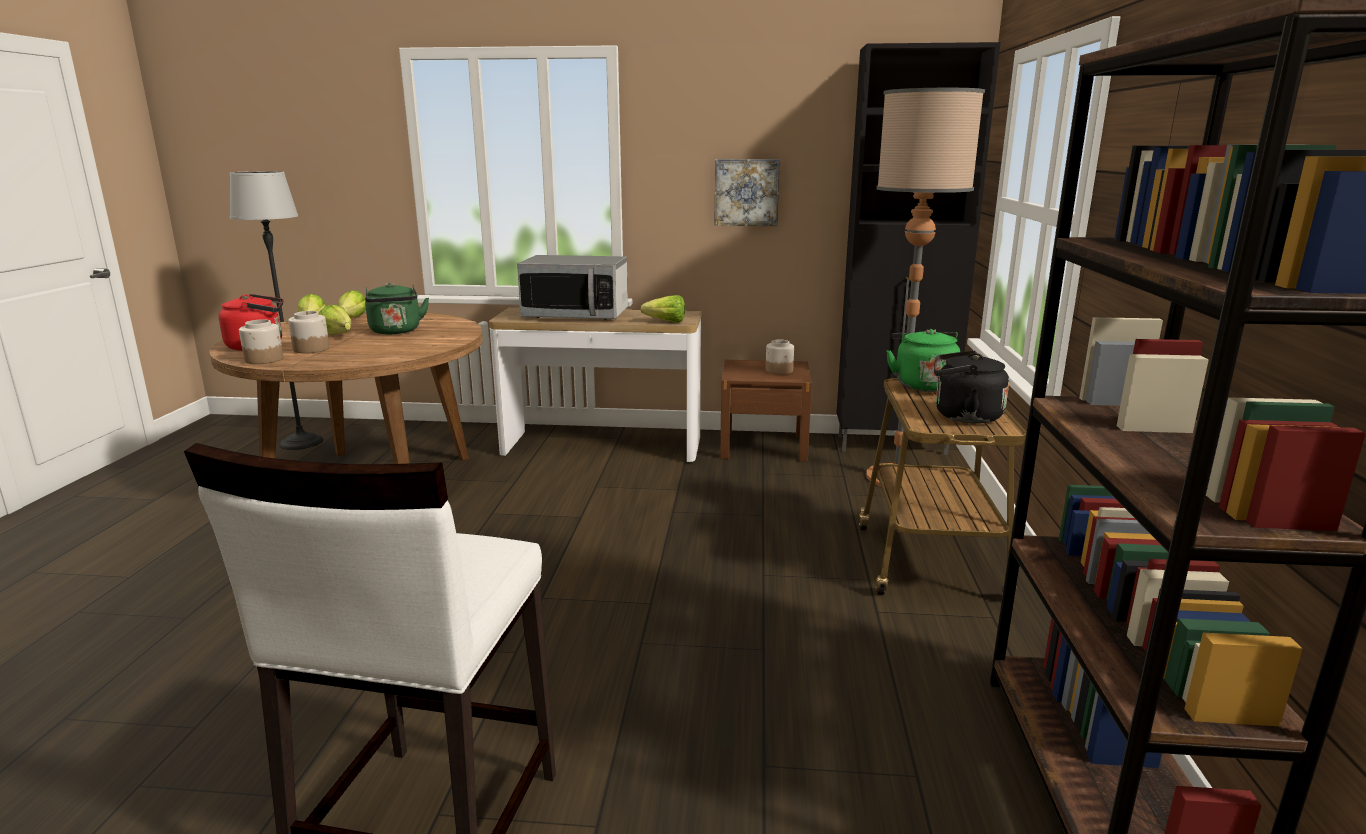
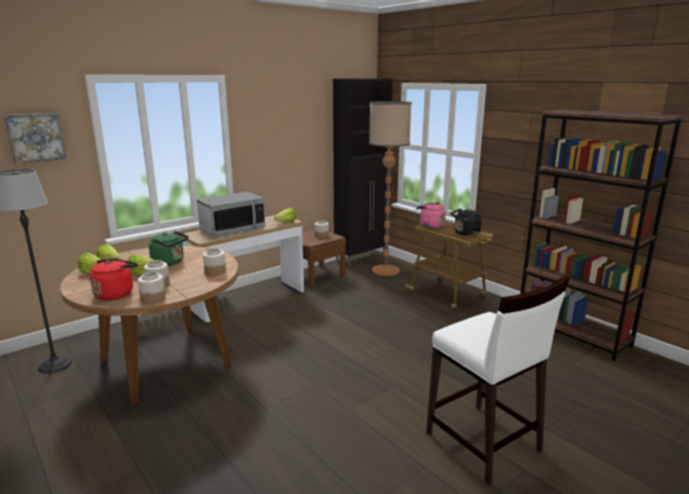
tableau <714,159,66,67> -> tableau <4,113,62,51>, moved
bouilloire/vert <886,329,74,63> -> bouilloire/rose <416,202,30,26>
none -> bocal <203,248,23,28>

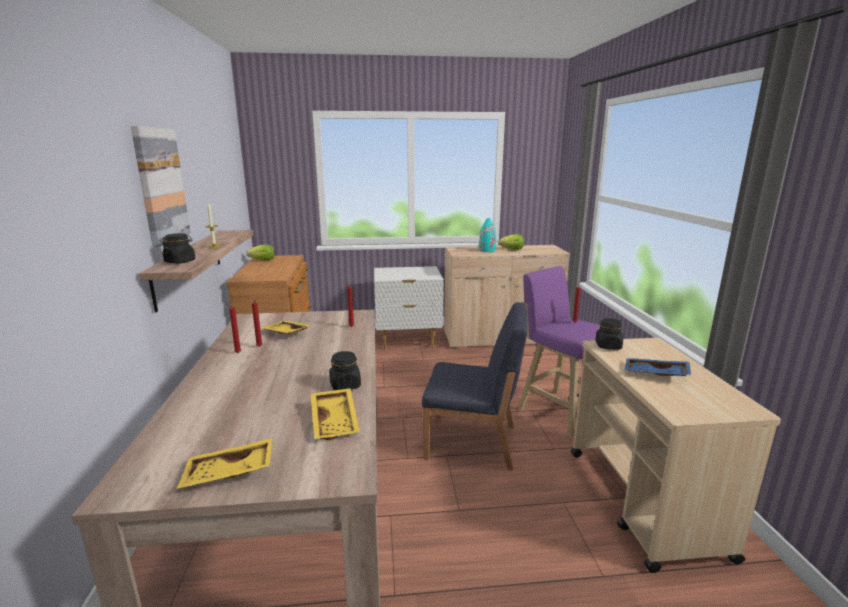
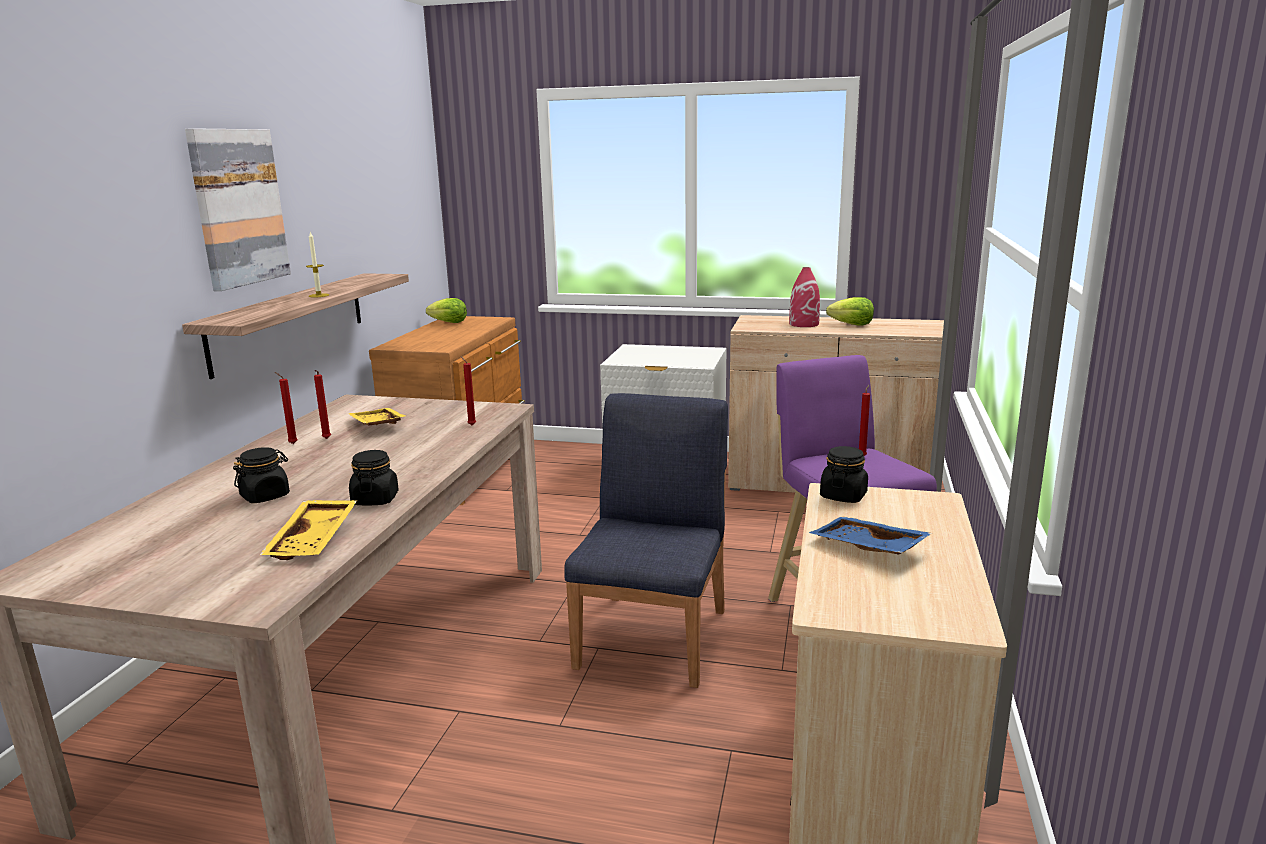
bocal/noir <162,233,33,31> -> bocal/noir <233,447,57,56>, moved
plateau/jaune <176,438,97,51> -> none
chaise/bleu <422,302,105,168> -> chaise/bleu <564,393,164,295>, 105 degrees counterclockwise
vase/turquoise <479,218,17,34> -> vase/rouge <789,267,31,60>

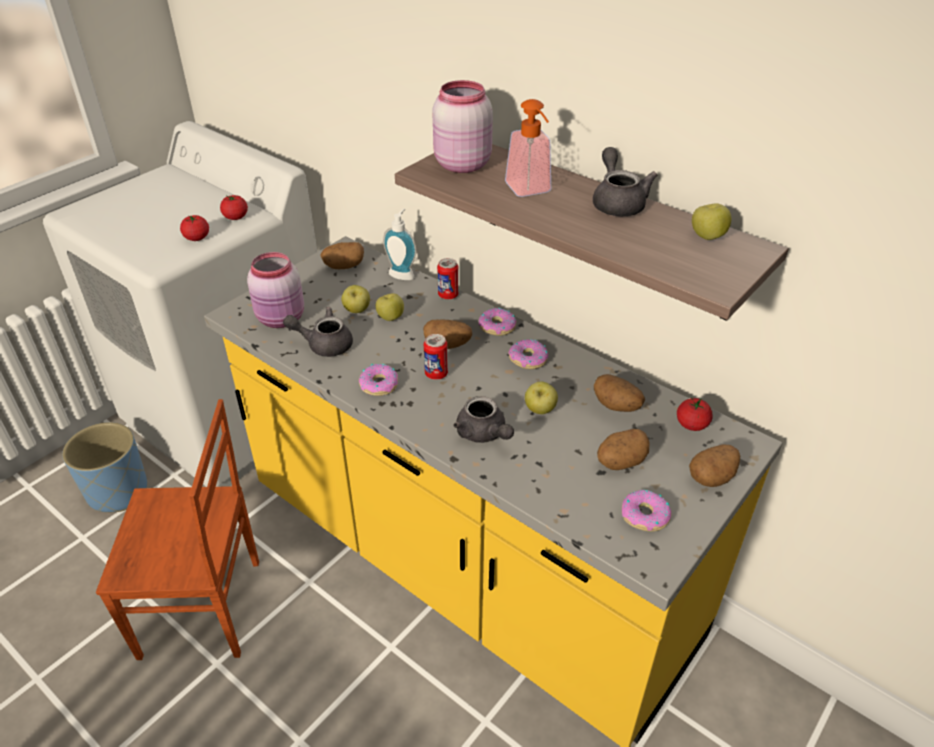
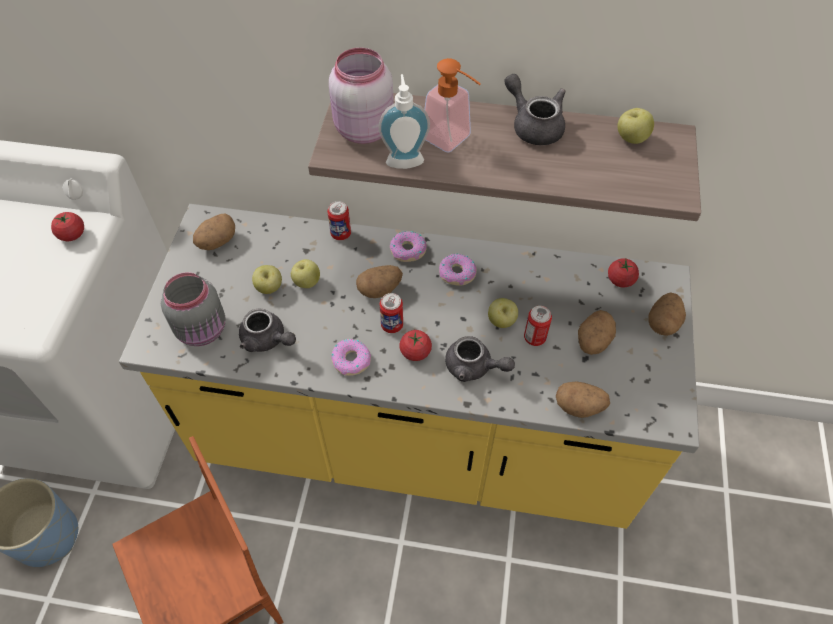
tomate <180,215,29,26> -> tomate <400,330,32,31>, moved
bocal/rose <247,252,57,76> -> bocal/gris <161,272,64,74>
théière/gris <283,307,70,50> -> théière/gris <239,308,57,44>, 120 degrees counterclockwise
distributeur de savon <383,209,33,71> -> distributeur de savon <379,74,51,95>, moved
pomme de terre <594,374,51,38> -> pomme de terre <556,381,54,37>, moved
beignet <622,490,50,42> -> none
none -> boîte métallique <524,306,28,40>

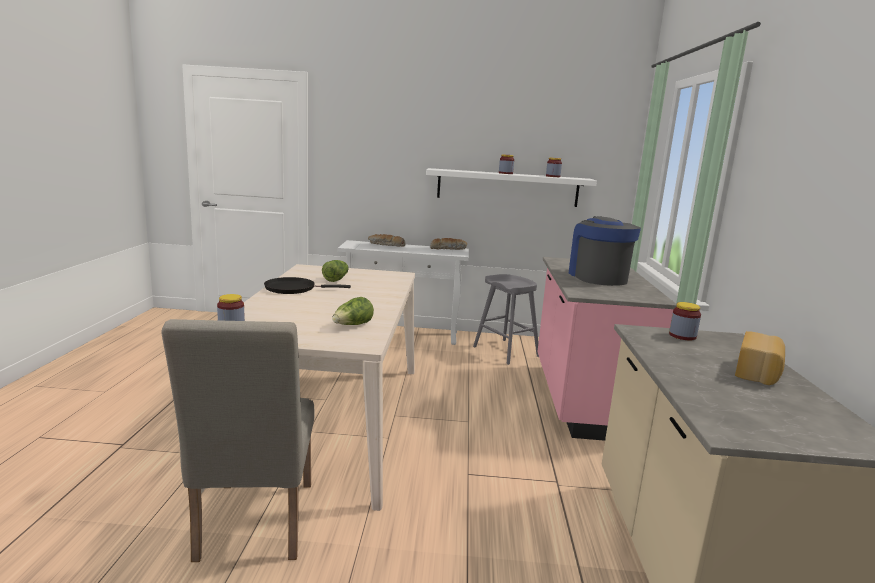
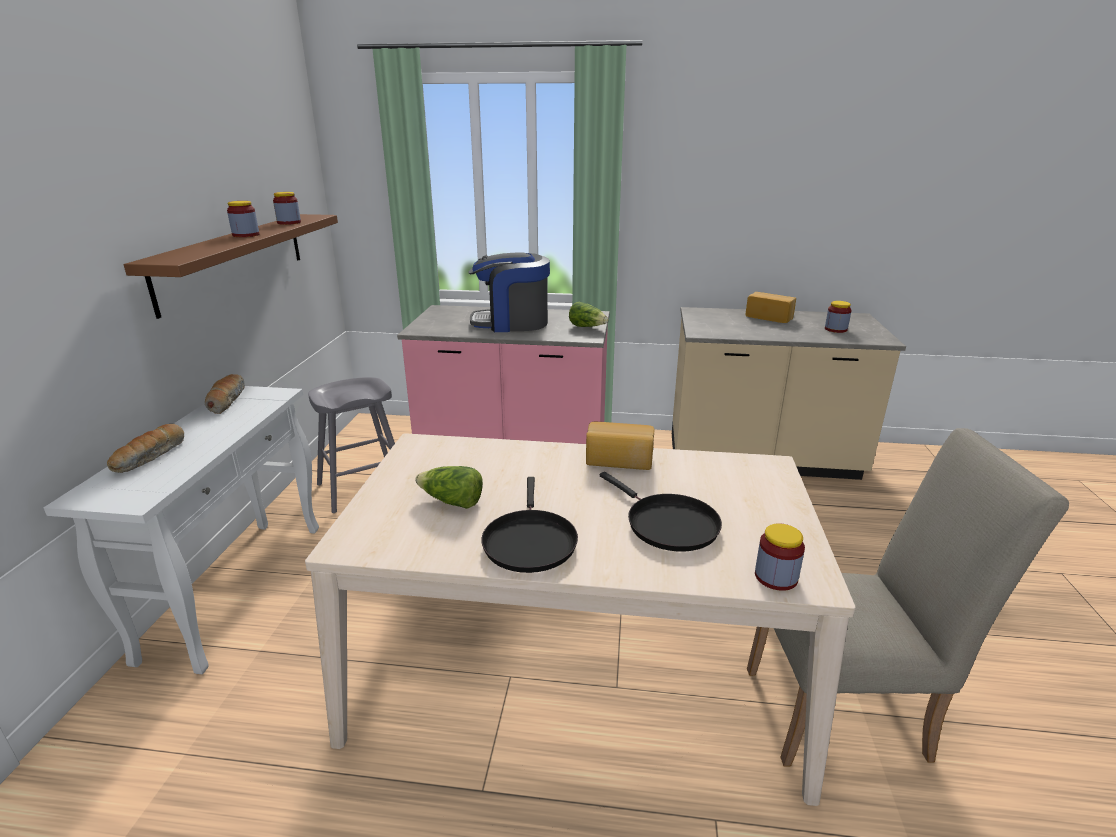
laitue <332,297,42,28> -> laitue <569,302,39,25>, moved
étagère/blanc <426,168,171,39> -> étagère/marron <124,214,214,105>
bocal <669,302,32,38> -> bocal <825,301,27,32>, moved
none -> pain <586,422,68,48>
none -> poêle/noir <600,472,122,80>

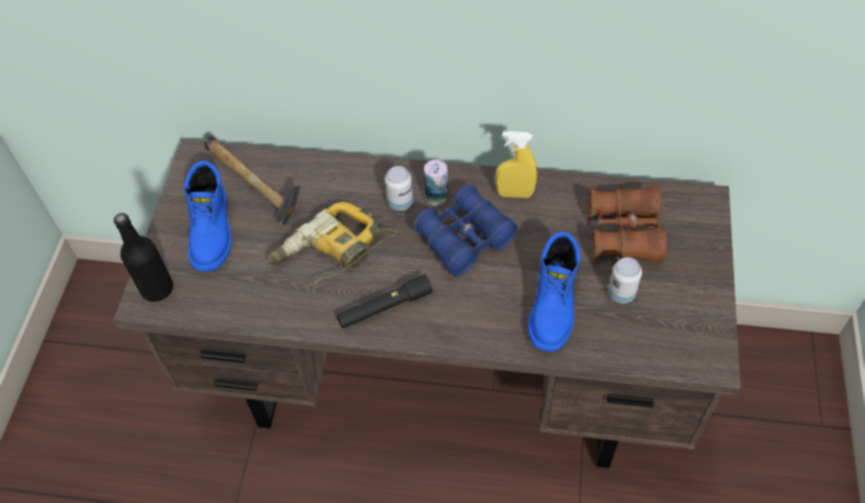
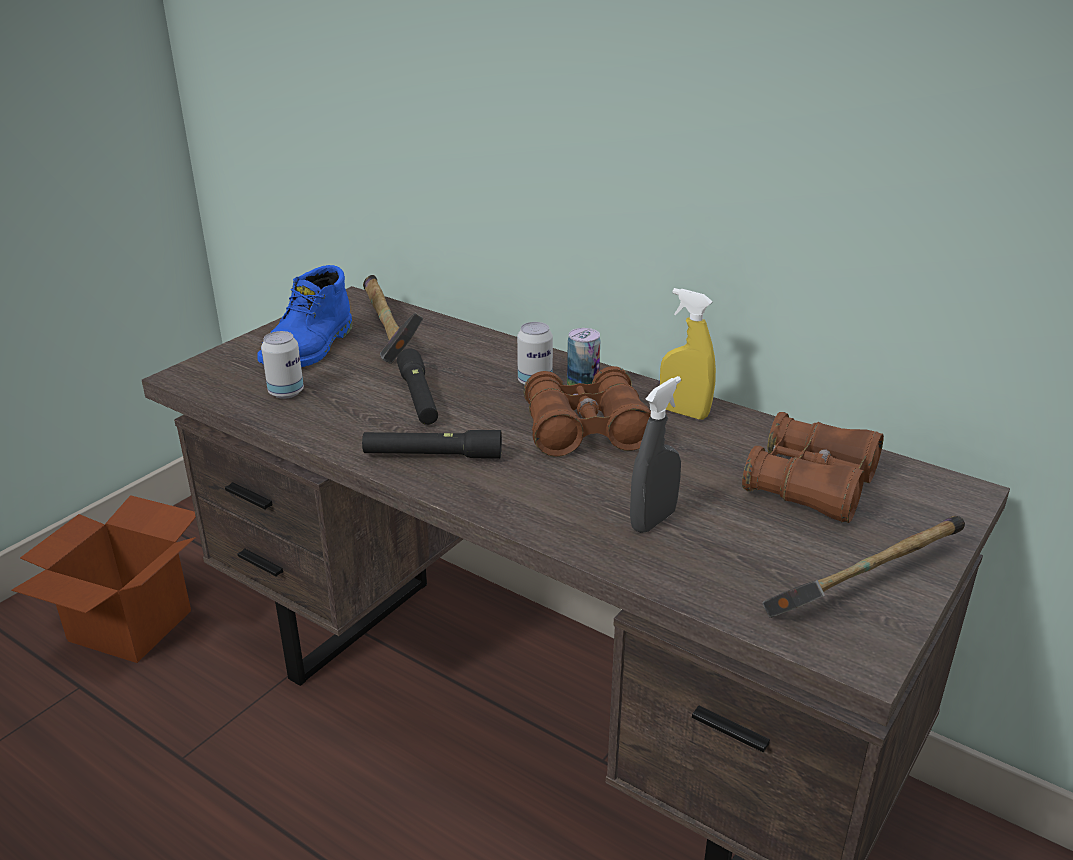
bouteille/noir <114,213,59,89> -> none
perceuse <268,202,132,81> -> lampe de poche/noir <397,349,41,76>
jumelles/bleu <412,184,107,93> -> jumelles/marron <523,366,128,91>
botte/bleu <528,232,53,120> -> vaporisateur/gris <630,376,51,157>
boîte métallique <608,257,34,46> -> boîte métallique <261,331,43,68>, moved
none -> carton <11,495,185,168>
none -> marteau <762,516,203,102>

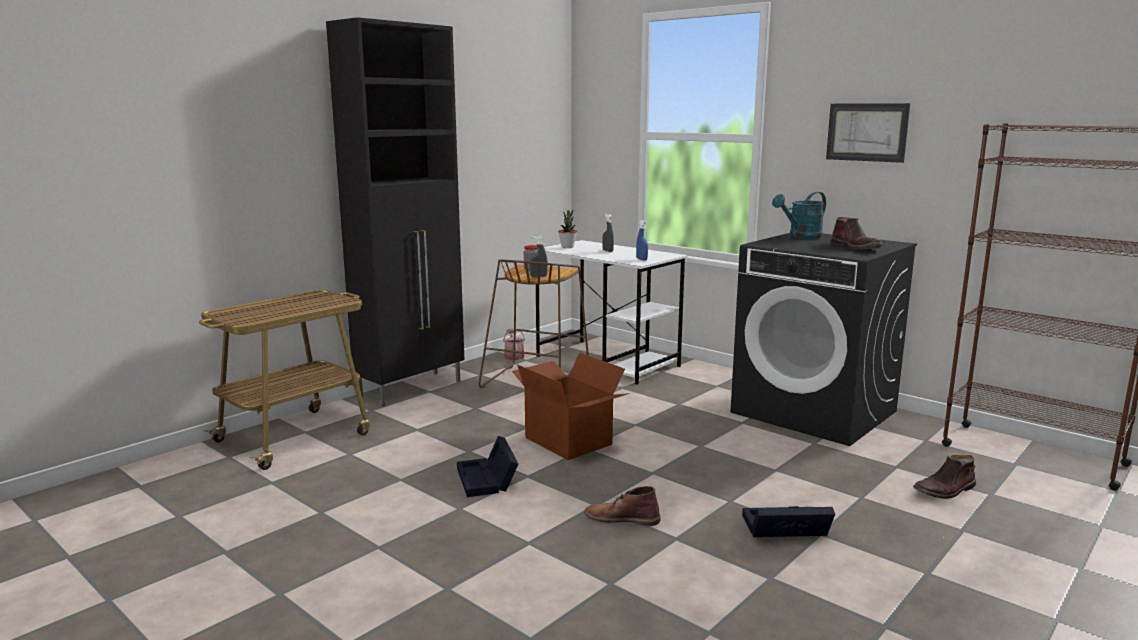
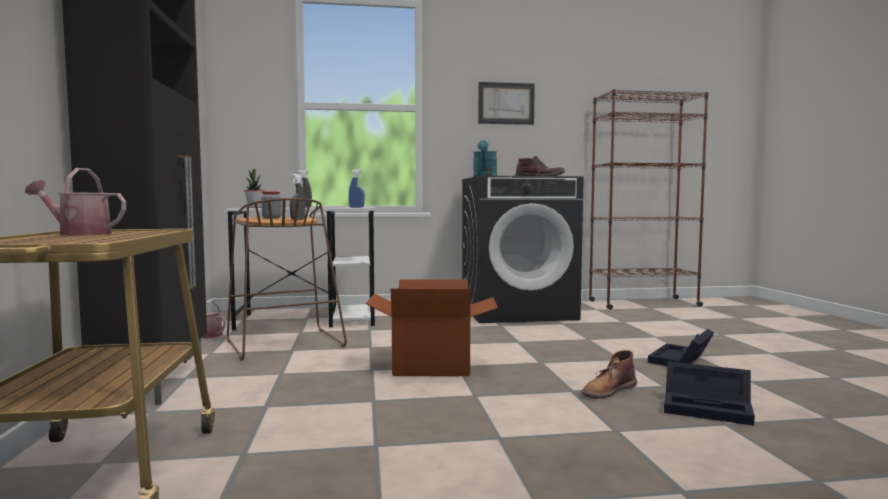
boîte de rangement/noir <457,436,61,61> -> boîte de rangement/noir <664,361,91,65>, moved
botte/marron <913,455,63,44> -> none
none -> arrosoir <25,168,101,68>

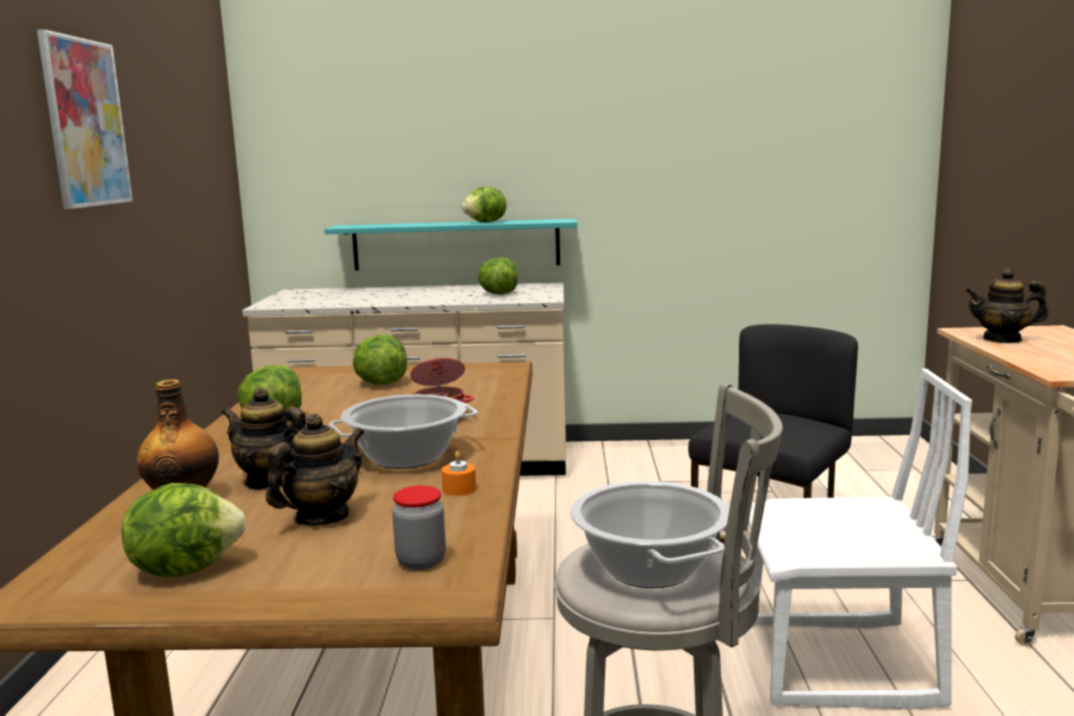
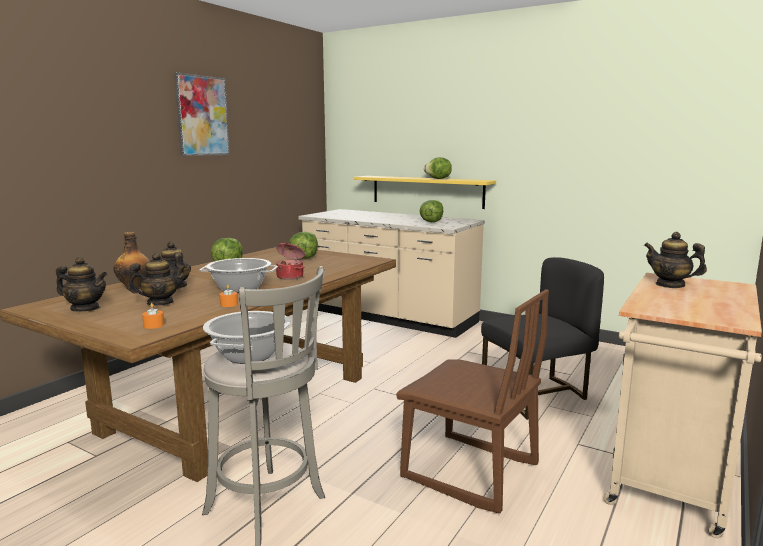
laitue <122,483,124,95> -> théière <56,257,52,54>
étagère/turquoise <324,219,253,52> -> étagère/jaune <354,176,142,33>
bocal <392,485,54,85> -> bougie/orange <142,303,22,26>
chaise/blanc <749,368,223,341> -> chaise/marron <396,289,153,224>

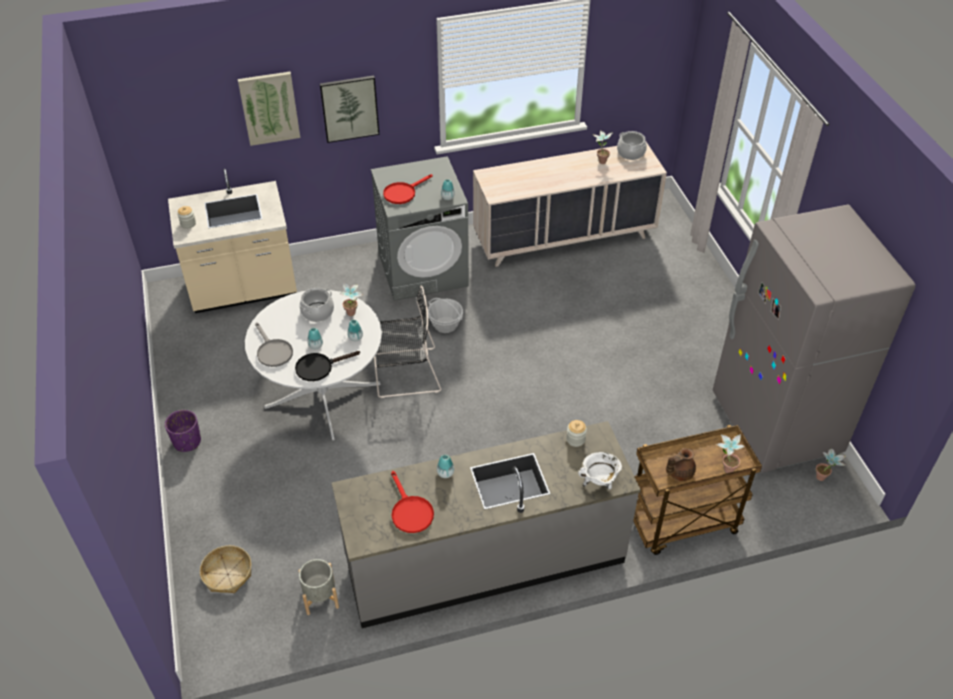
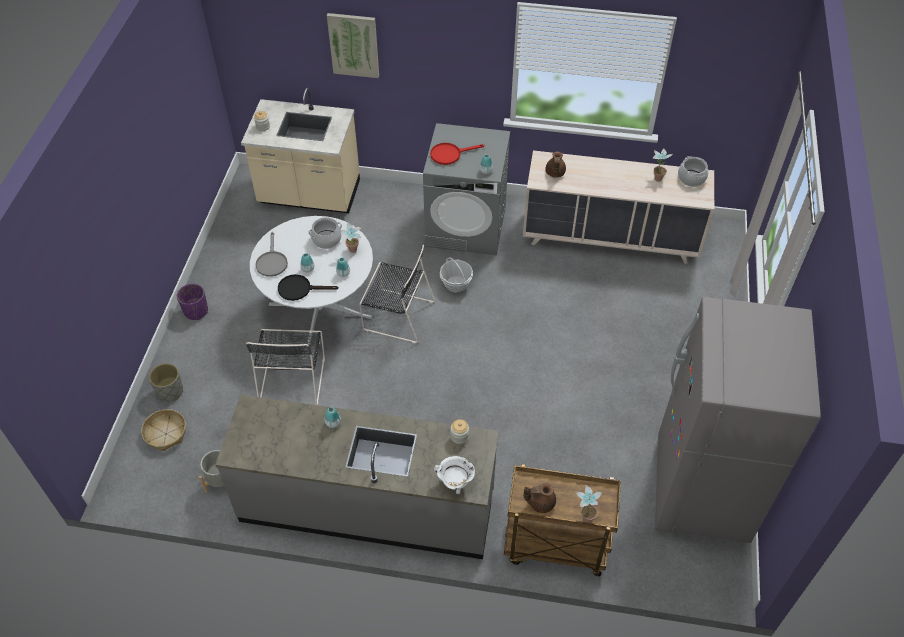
tableau <320,76,59,67> -> none
poêle/rouge <391,471,43,62> -> none
plante en pot <816,448,29,33> -> none
none -> cache-pot/gris <149,363,34,39>
none -> chaise/noir <246,329,79,76>
none -> théière/marron <545,152,21,26>

